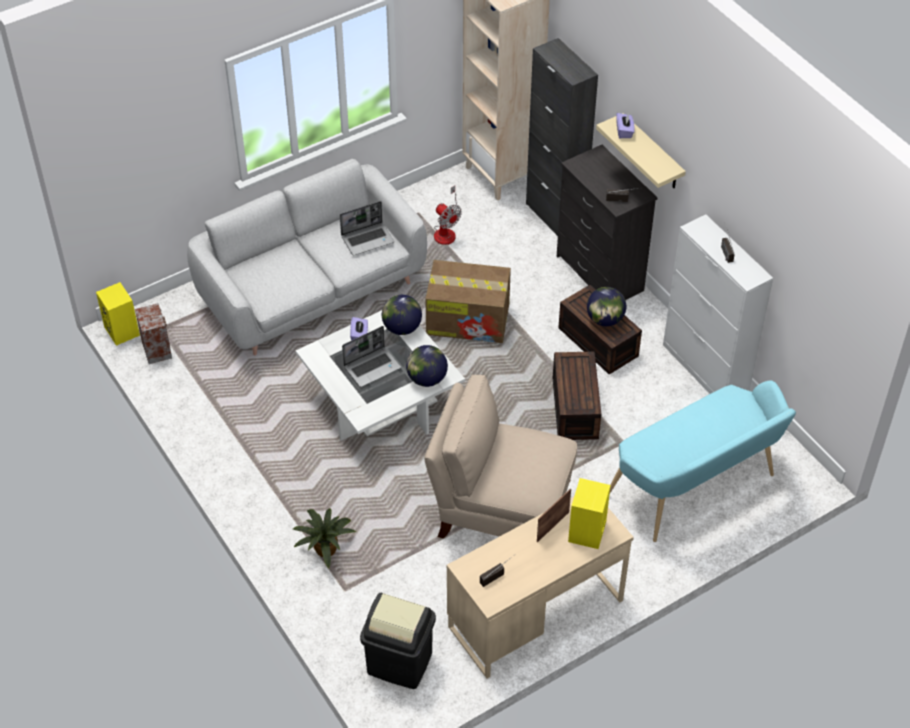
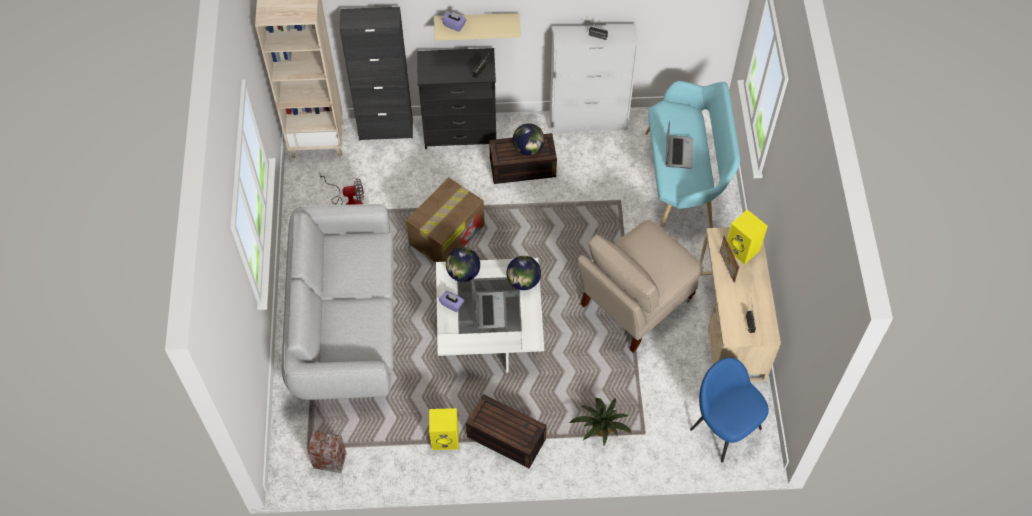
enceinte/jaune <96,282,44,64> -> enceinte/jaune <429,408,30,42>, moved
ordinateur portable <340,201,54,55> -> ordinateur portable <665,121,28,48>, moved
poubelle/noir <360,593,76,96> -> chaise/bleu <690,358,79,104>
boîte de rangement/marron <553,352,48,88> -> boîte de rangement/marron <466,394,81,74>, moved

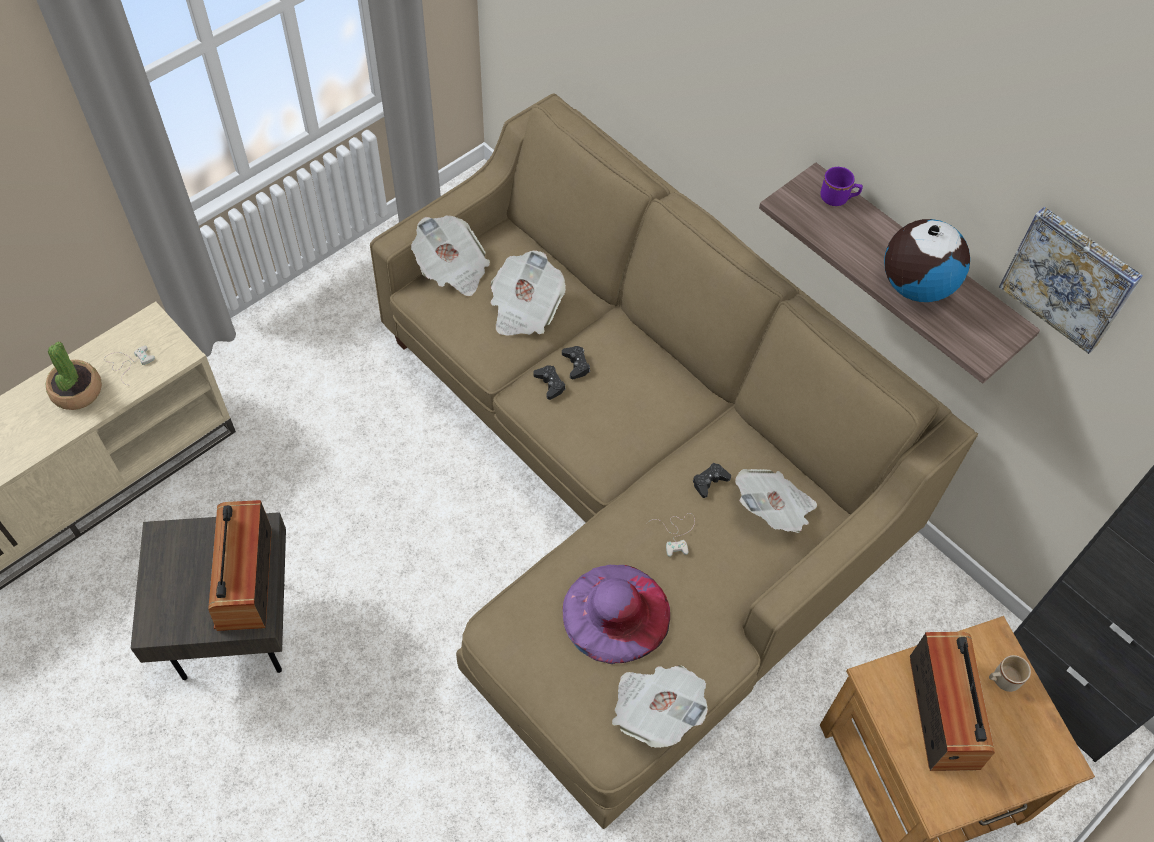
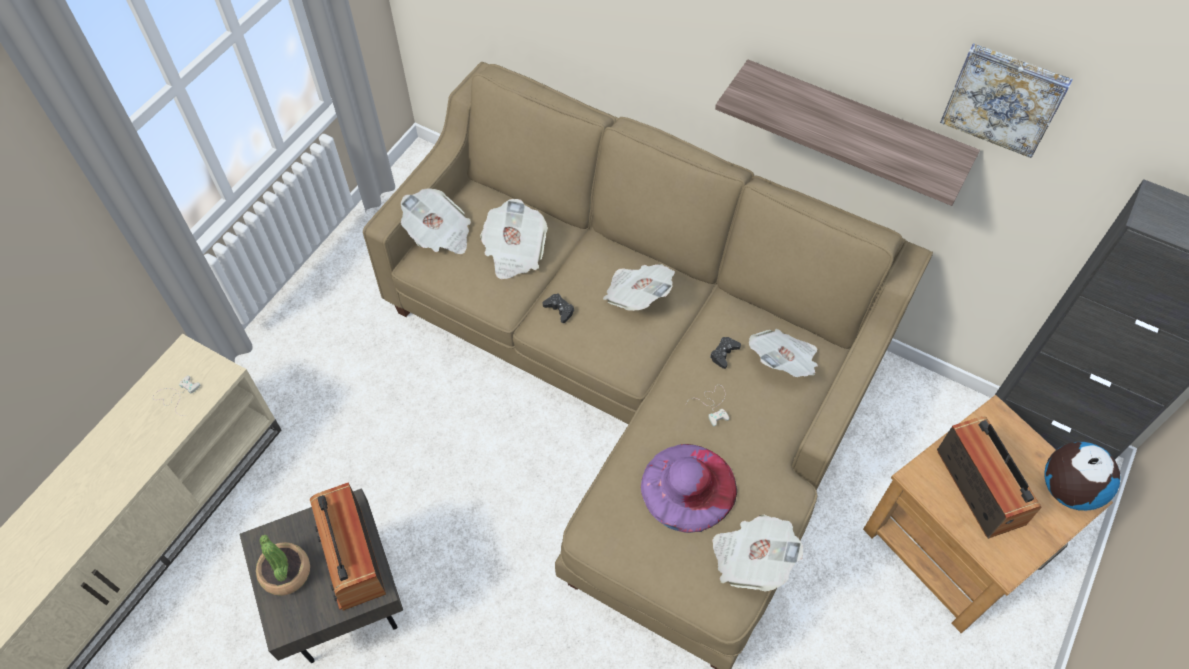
plante en pot <46,342,56,68> -> plante en pot <256,535,54,61>, moved
manette/noir <562,346,28,33> -> none
mug/violet <820,167,43,39> -> none
globe <884,219,86,83> -> globe <1044,442,76,69>, moved
mug/beige <989,655,42,37> -> none
none -> journal <603,264,72,47>

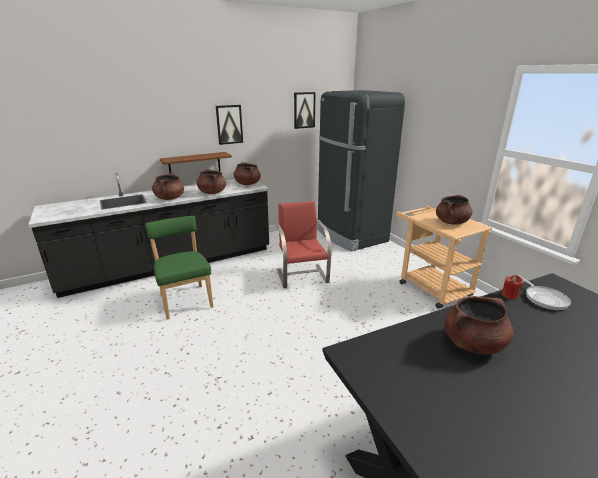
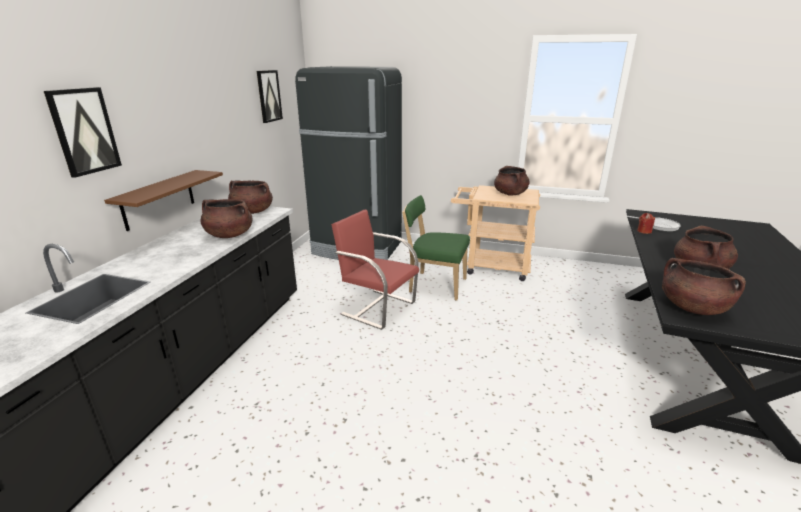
chaise/vert <145,216,68,104> -> chaise/vert <402,195,68,106>, moved
marmite/marron <152,173,32,27> -> marmite/marron <662,258,84,57>, moved
tableau <216,105,27,40> -> tableau <44,87,78,91>, moved

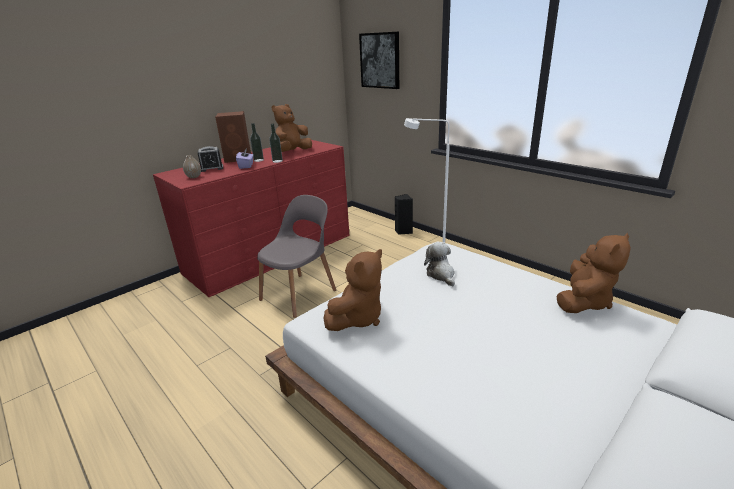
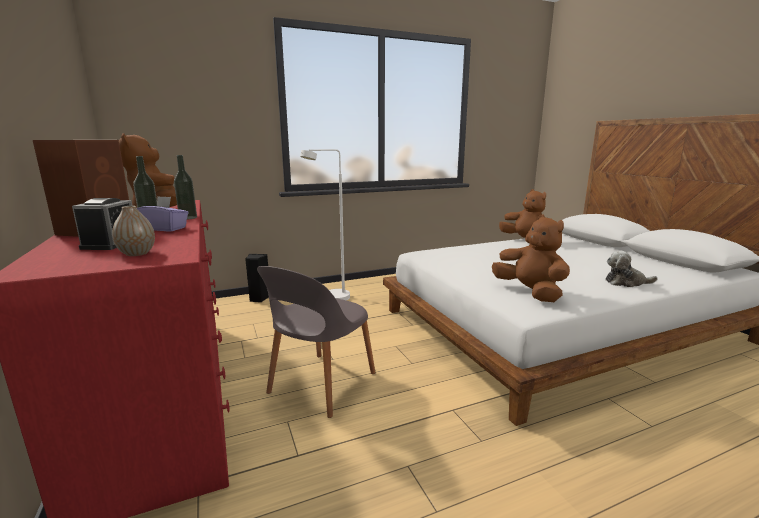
chaise/gris <257,195,79,123> -> chaise/gris <257,266,118,152>, 120 degrees counterclockwise
tableau <359,32,40,57> -> none
peluche <424,243,31,43> -> peluche <606,251,52,36>, moved

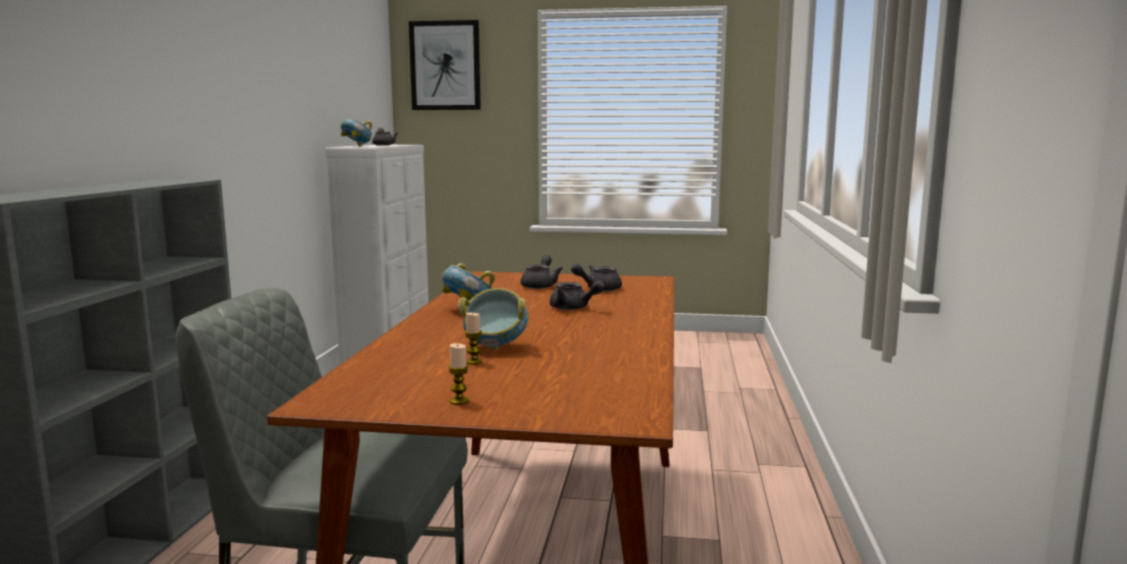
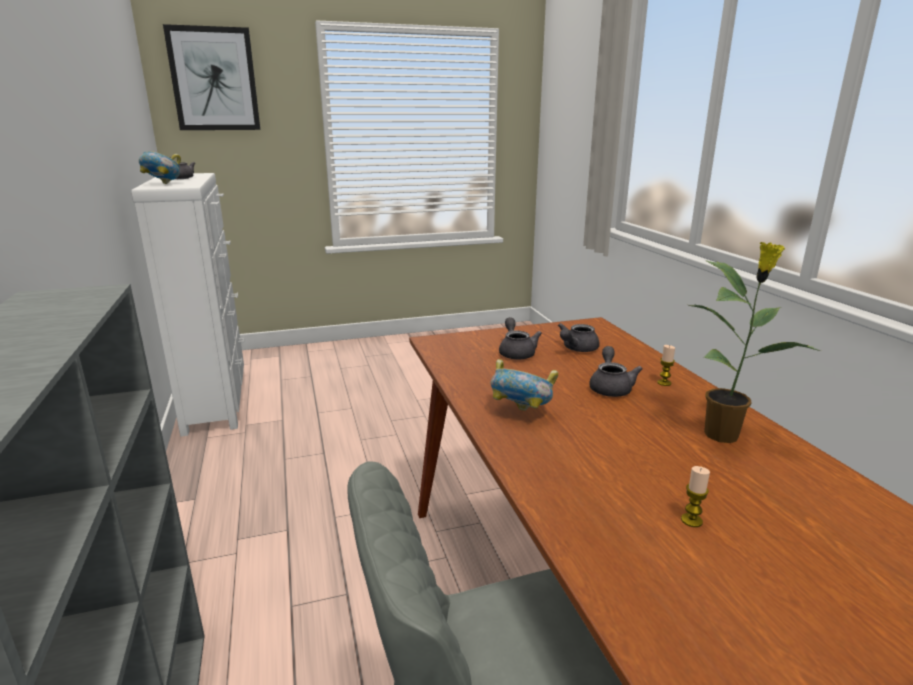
bougie <448,343,21,62> -> bougie <657,345,18,41>, moved
bol <458,288,70,62> -> none
théière/gris <550,280,55,30> -> théière/gris <589,346,54,51>, 90 degrees counterclockwise
none -> plante en pot <689,242,132,201>

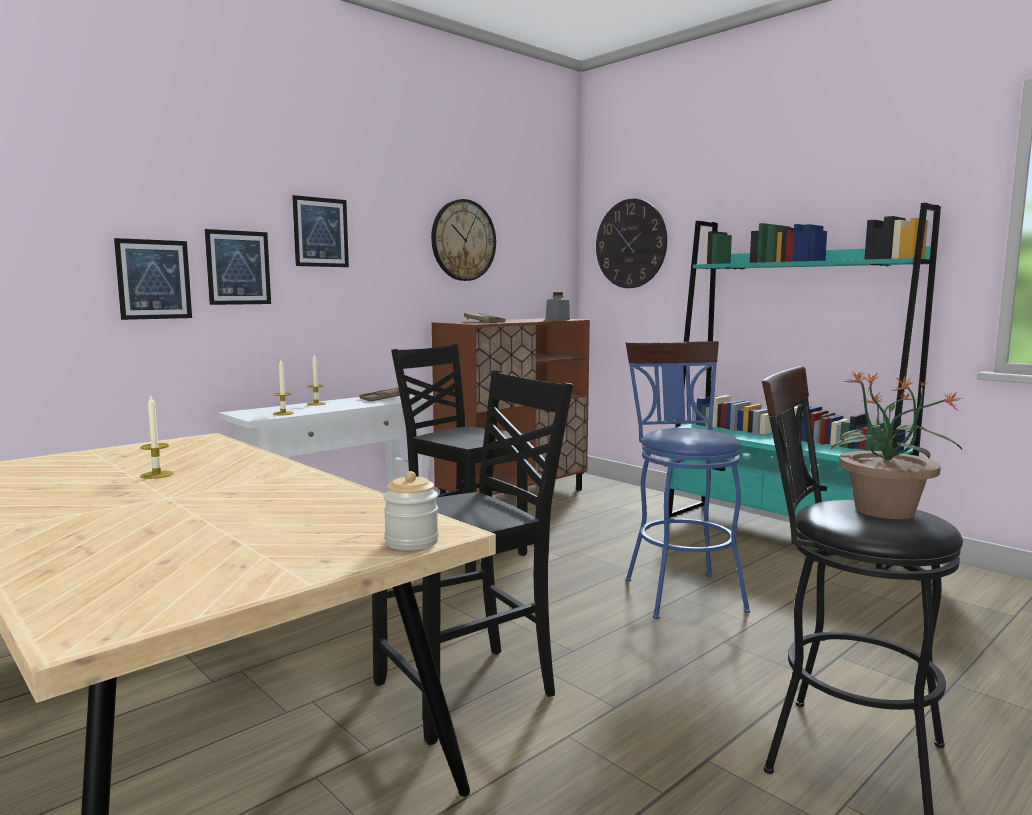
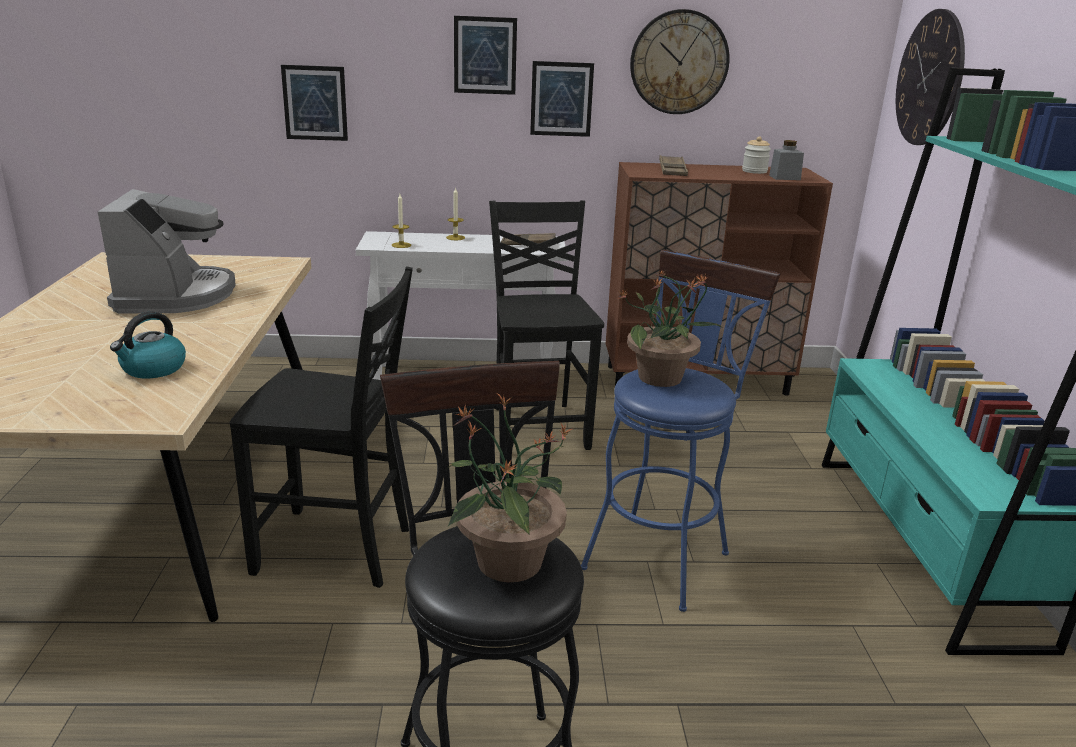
bougie <140,394,34,85> -> machine à café <98,189,137,124>
tableau <205,229,66,76> -> tableau <530,61,64,76>, moved
bocal <383,471,56,79> -> bocal <742,136,29,38>, moved
none -> bouilloire <110,311,76,67>
none -> plante en pot <617,270,105,117>

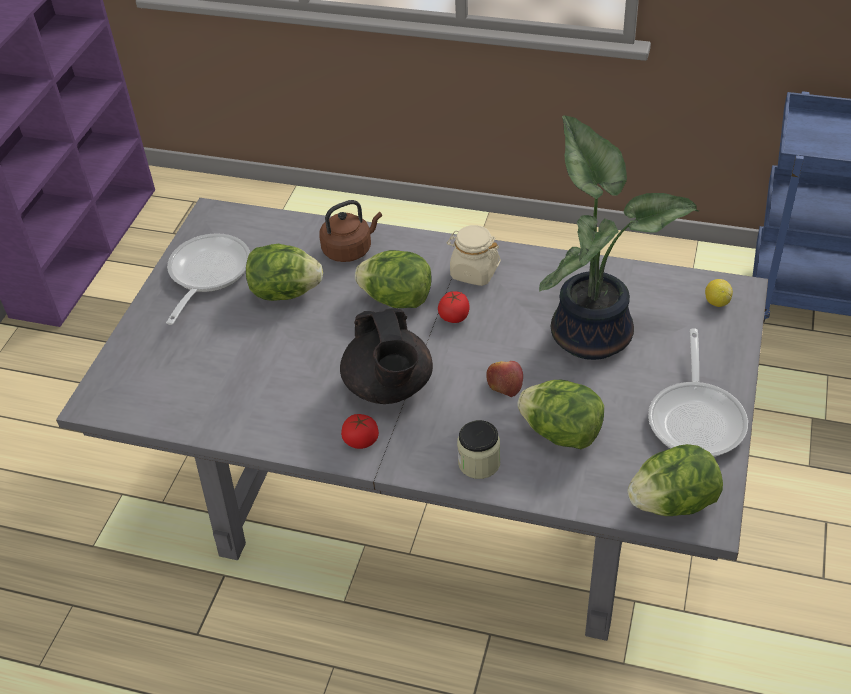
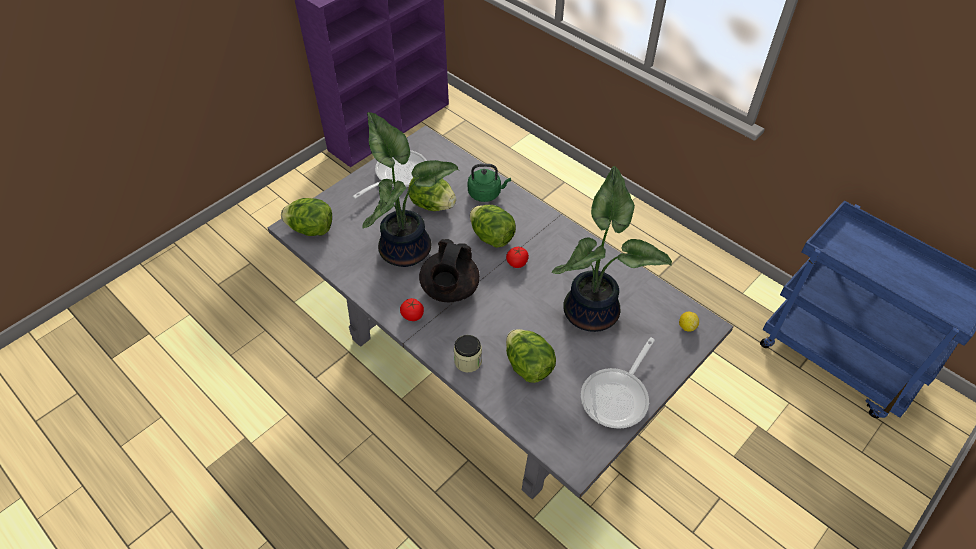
bouilloire/marron <320,200,62,62> -> bouilloire/vert <468,164,43,38>
bocal/beige <447,225,54,61> -> none
pomme <486,361,37,36> -> none
laitue <628,444,95,72> -> laitue <281,198,51,38>, moved
none -> plante en pot <363,112,95,155>

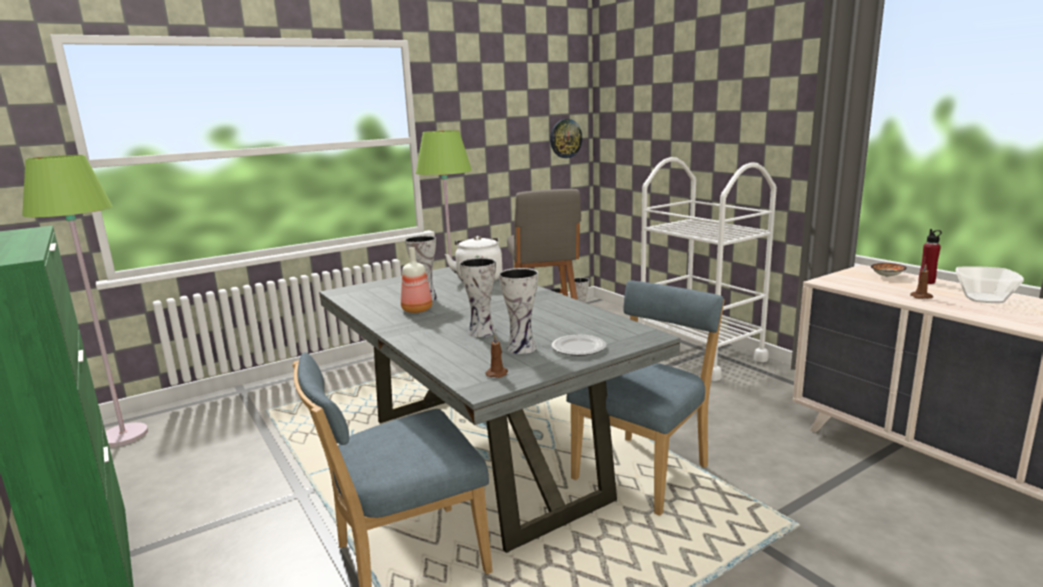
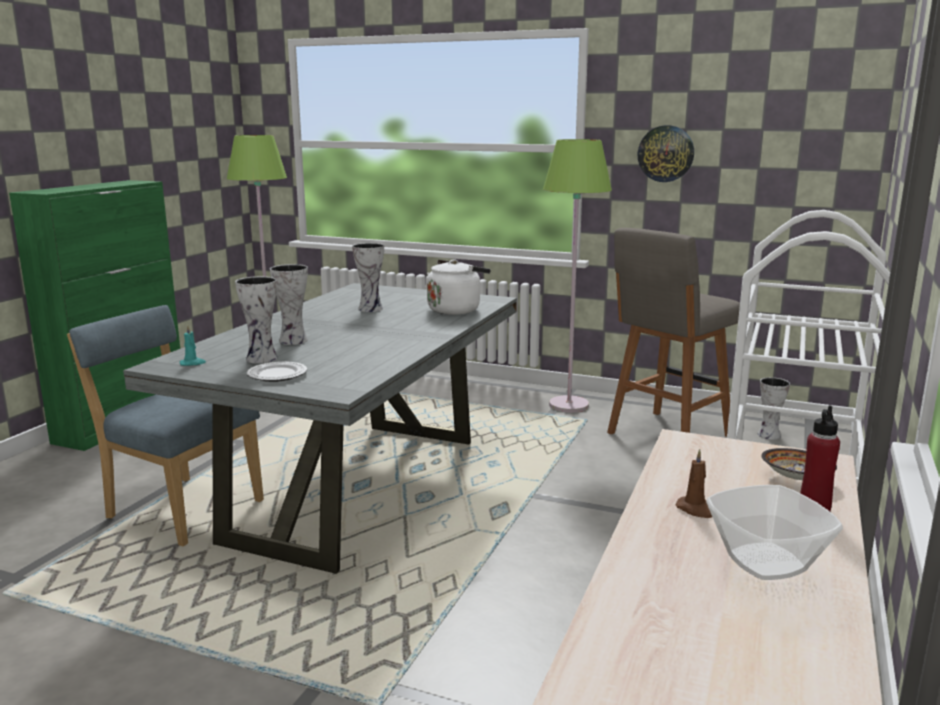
bouteille <401,247,31,66> -> none
bougie/marron <485,335,23,43> -> bougie/turquoise <180,325,26,41>
horloge murale <550,119,32,39> -> horloge murale <638,125,56,57>, moved
chaise/bleu <566,280,159,236> -> none

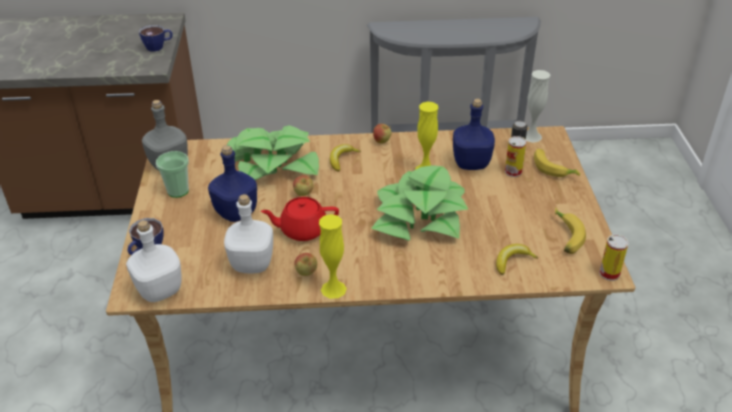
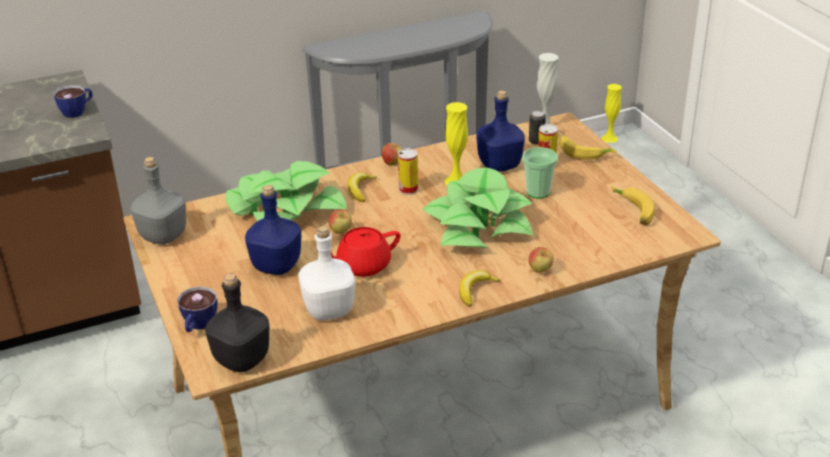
bouteille/blanc <126,220,56,82> -> bouteille/noir <205,274,64,98>
tasse <156,151,33,47> -> tasse <522,147,36,52>, moved
pomme <294,253,23,23> -> pomme <529,247,25,26>, moved
vase/jaune <319,214,28,85> -> vase/jaune <601,84,21,59>, moved
banane <496,244,42,31> -> banane <459,270,42,37>, moved
boîte métallique <599,235,30,46> -> boîte métallique <398,148,20,47>, moved

